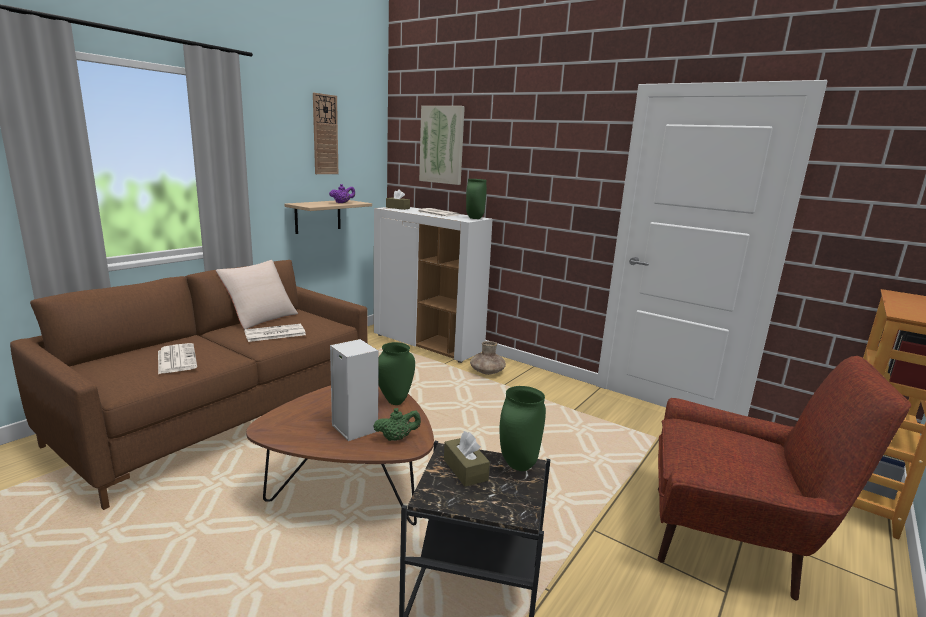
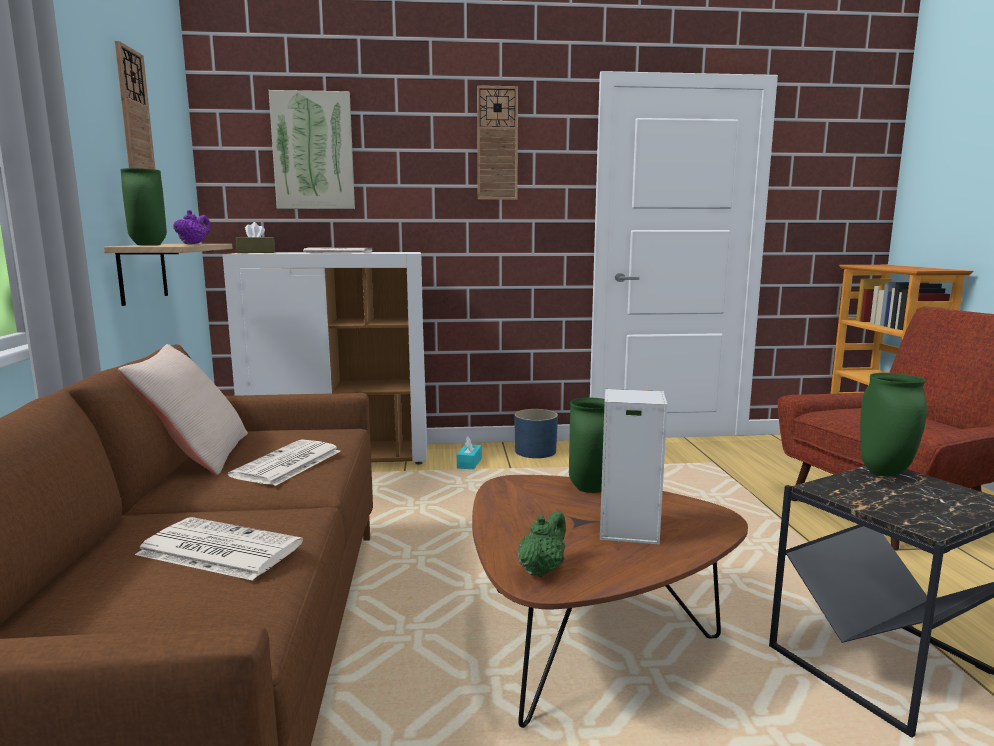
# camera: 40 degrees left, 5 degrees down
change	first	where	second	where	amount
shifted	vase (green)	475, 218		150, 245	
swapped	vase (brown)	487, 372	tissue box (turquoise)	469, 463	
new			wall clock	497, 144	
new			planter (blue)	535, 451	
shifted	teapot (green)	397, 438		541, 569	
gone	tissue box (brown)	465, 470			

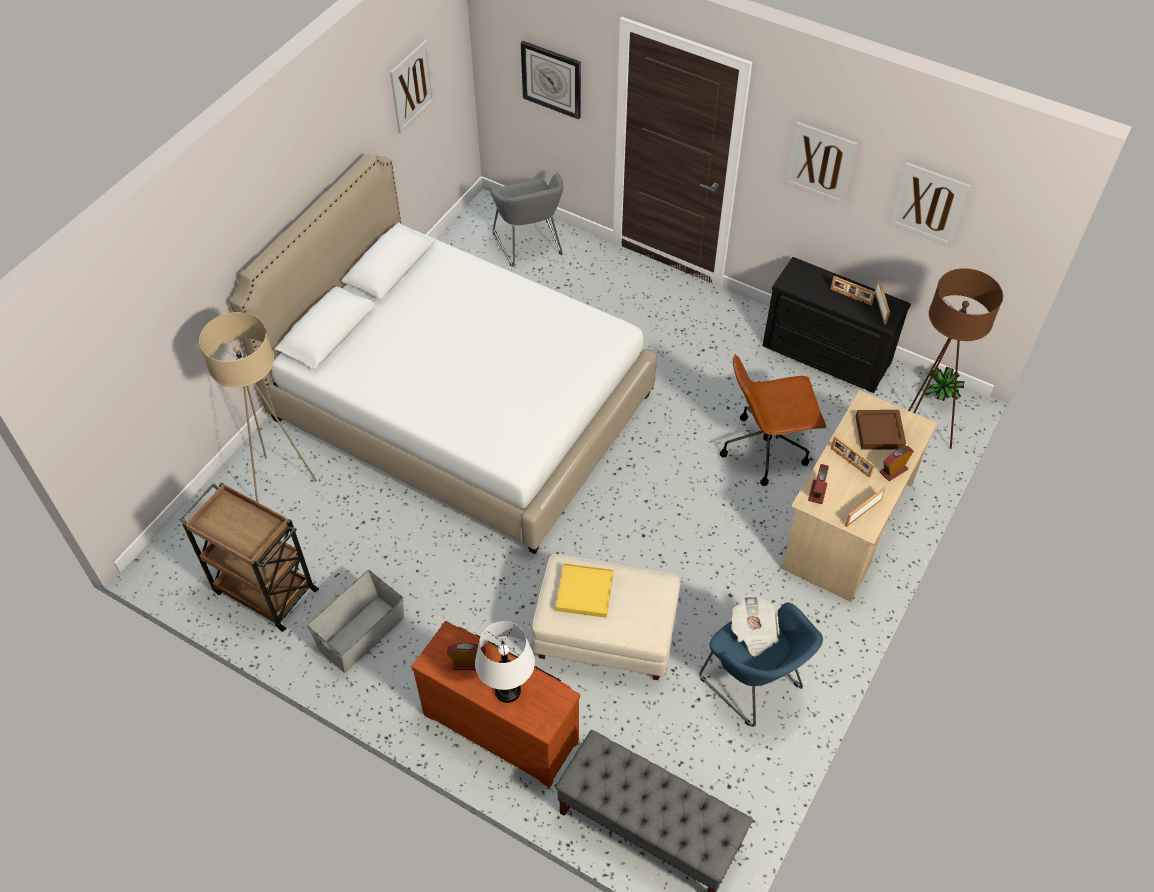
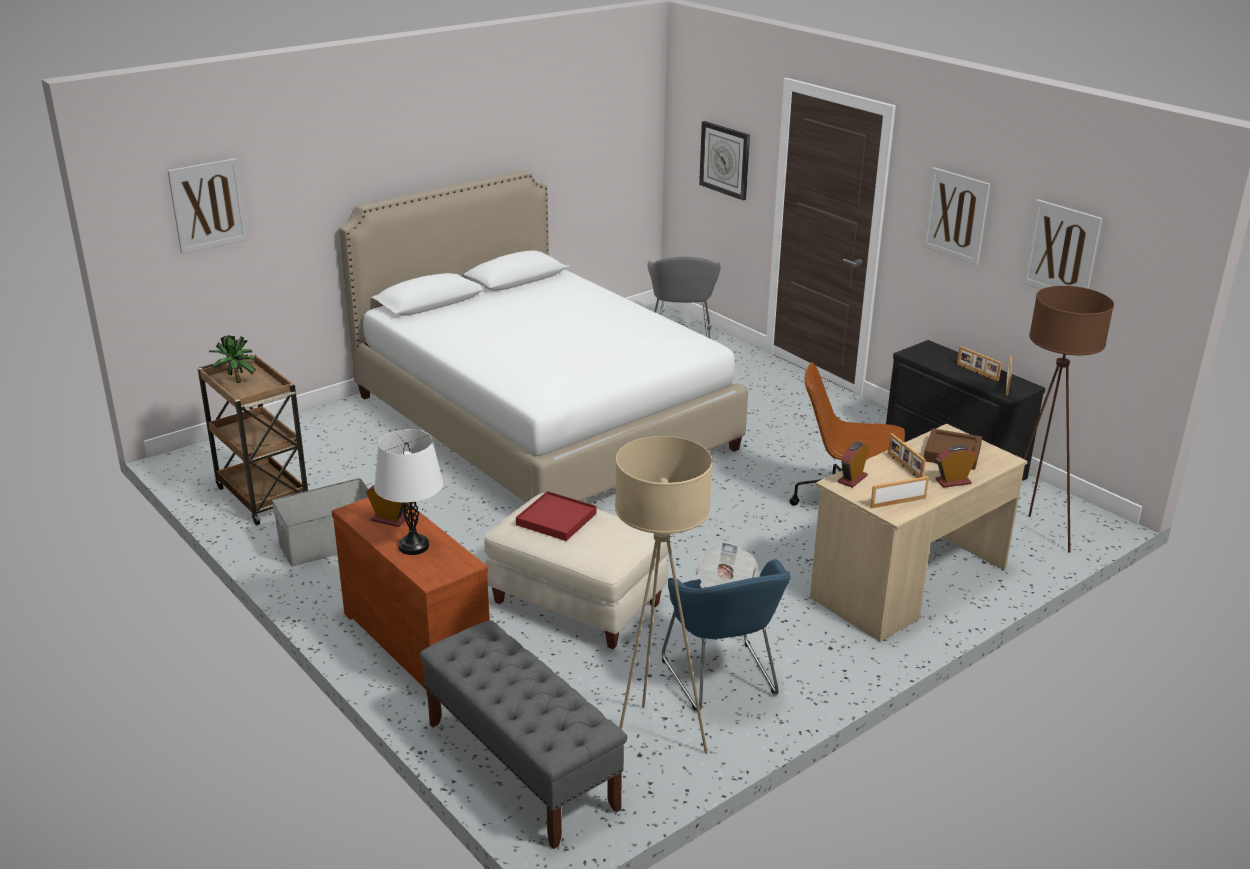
# camera: 20 degrees right, 25 degrees down
change	first	where	second	where	amount
shifted	picture	412, 86		208, 205	
shifted	potted plant	939, 400		235, 383	
repainted	tray (yellow)	585, 592	tray (red)	556, 519	
shifted	floor lamp (beige)	281, 481		655, 740	

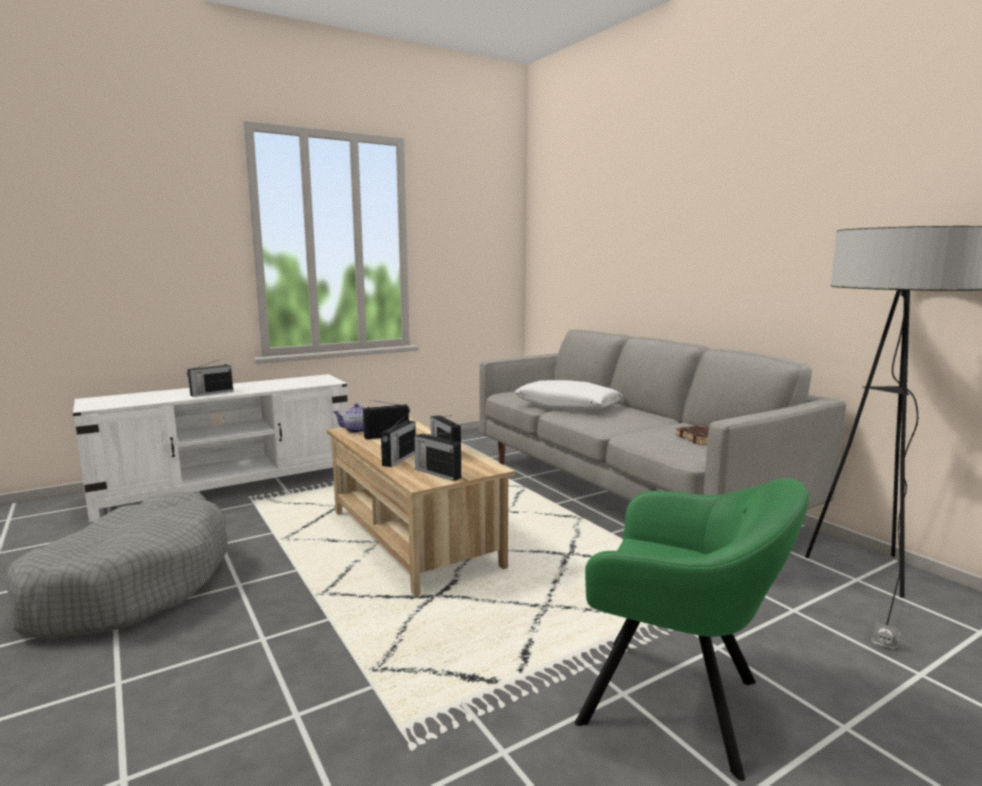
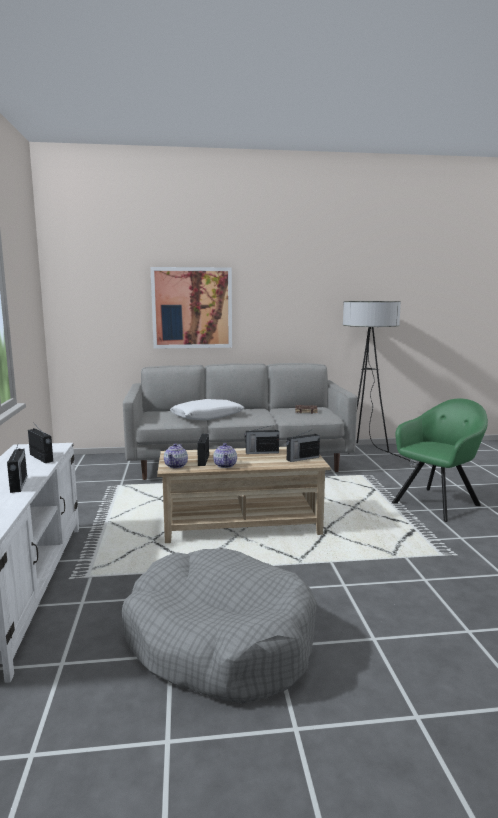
# camera: 65 degrees left, 0 degrees up
change	first	where	second	where	amount
shifted	radio	398, 459		41, 458	
new			picture	192, 308	
new			teapot	225, 465	

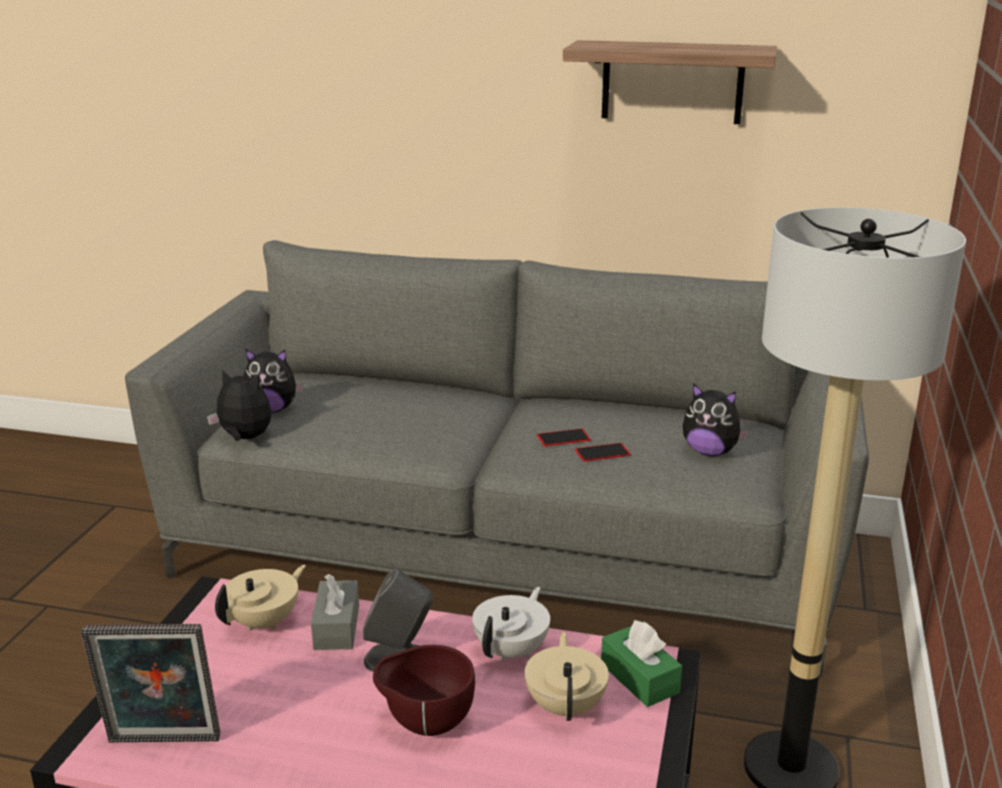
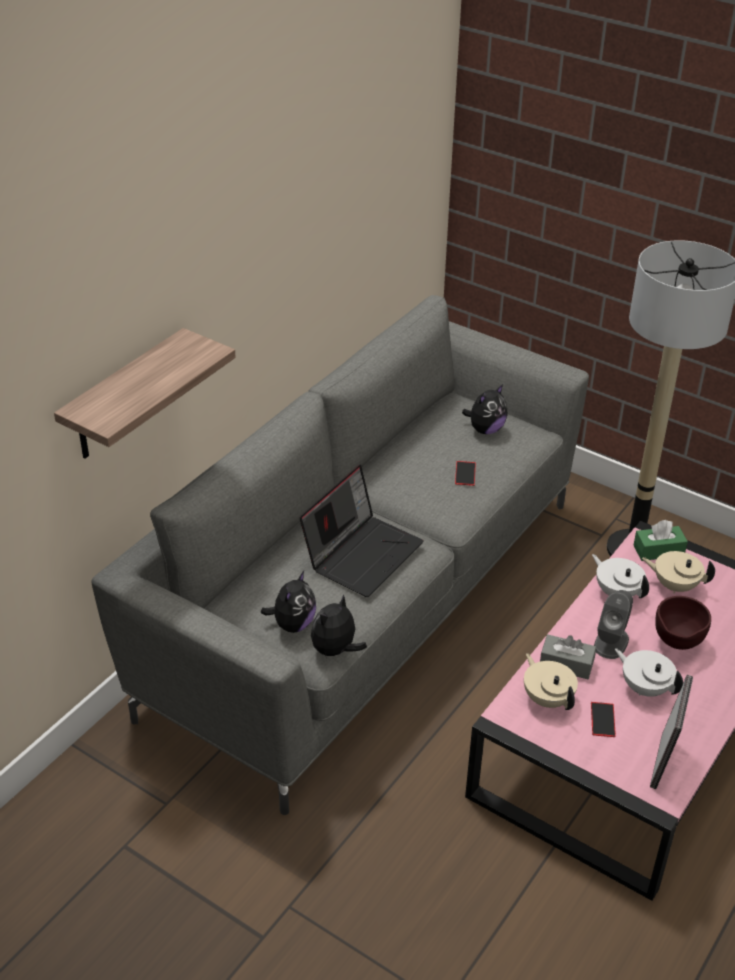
# camera: 70 degrees left, 15 degrees up
change	first	where	second	where	amount
shifted	shelf	672, 82		125, 397	
new			laptop	362, 553	
shifted	phone	563, 438		603, 719	
new			teapot (white)	645, 687	

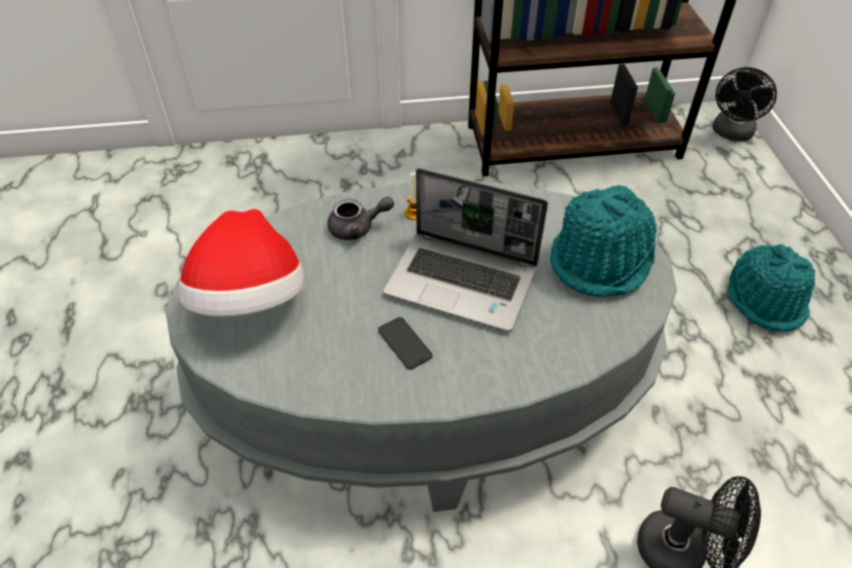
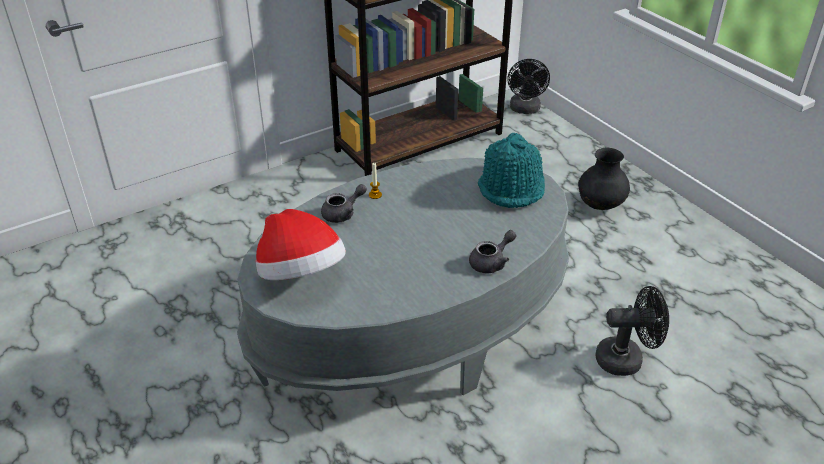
# camera: 25 degrees left, 10 degrees down
change	first	where	second	where	amount
new			teapot (grey)	491, 262	
swapped	hat (turquoise)	766, 299	vase (black)	600, 205	
gone	phone	404, 343			
gone	laptop	464, 281			

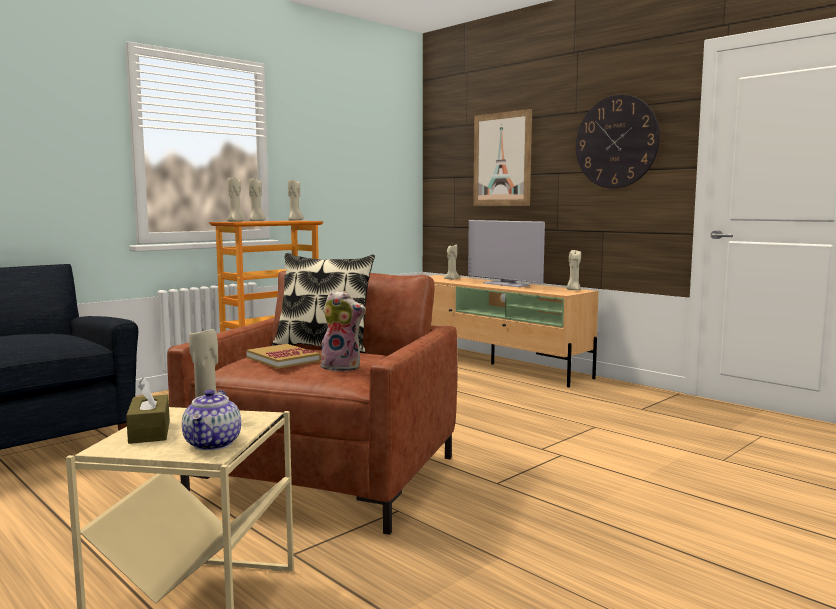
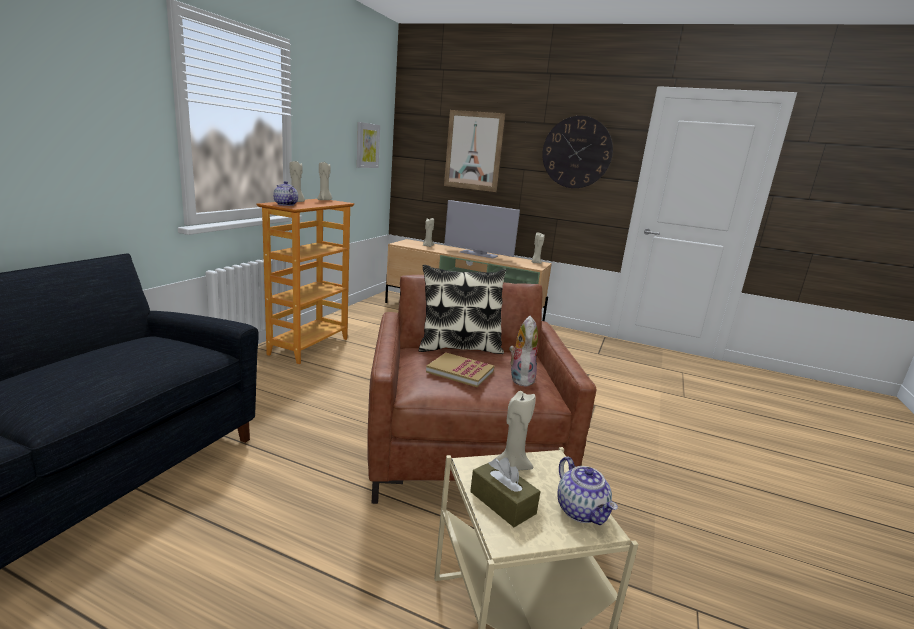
# camera: 25 degrees left, 10 degrees up
change	first	where	second	where	amount
swapped	candle (beige)	236, 221	teapot	285, 204	
new			picture	367, 145	
rotated	plush toy	343, 367		520, 378	75 degrees counterclockwise

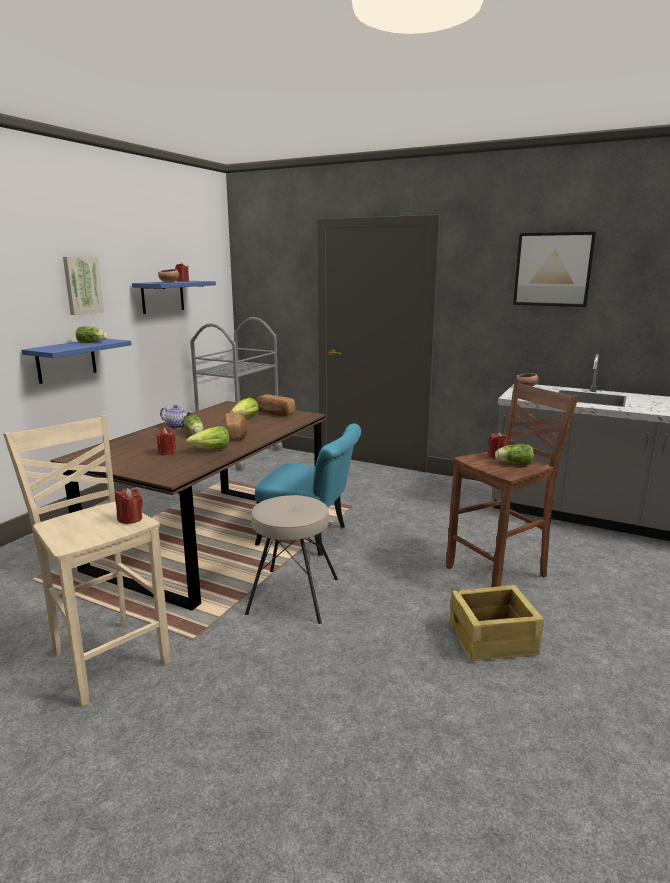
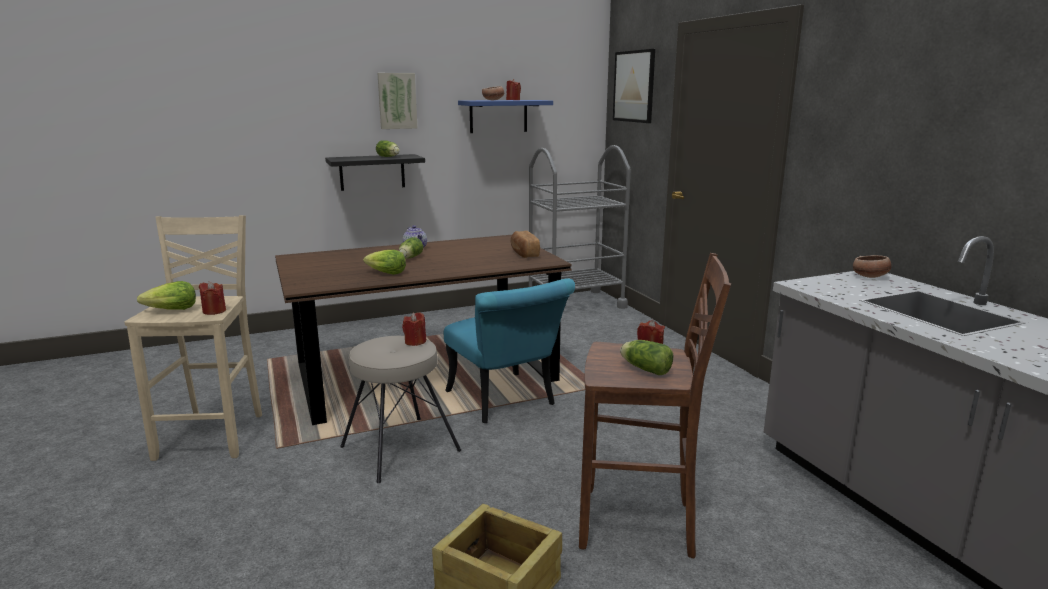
# camera: 40 degrees right, 0 degrees up
change	first	where	second	where	amount
shifted	lettuce	245, 418		171, 310	
repainted	shelf (blue)	66, 360	shelf (black)	372, 172	
shifted	candle (red)	167, 452		415, 342	
shifted	picture	553, 269		634, 86	
gone	bread	236, 435			

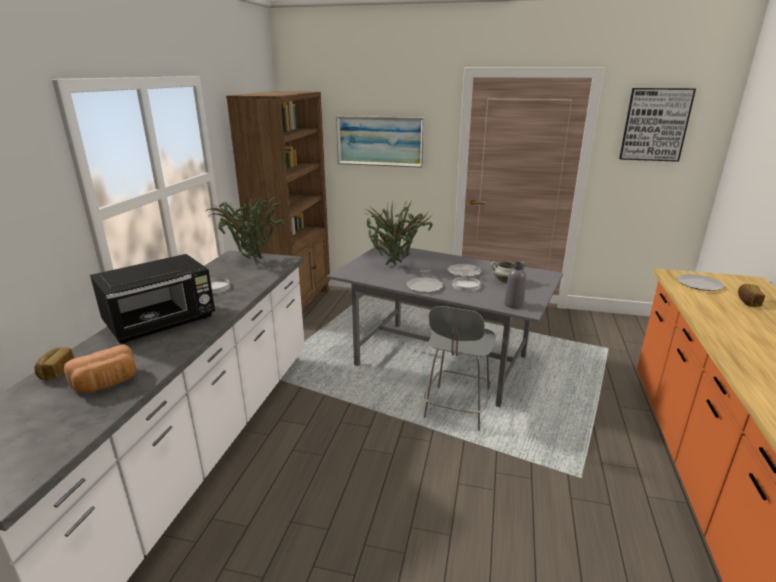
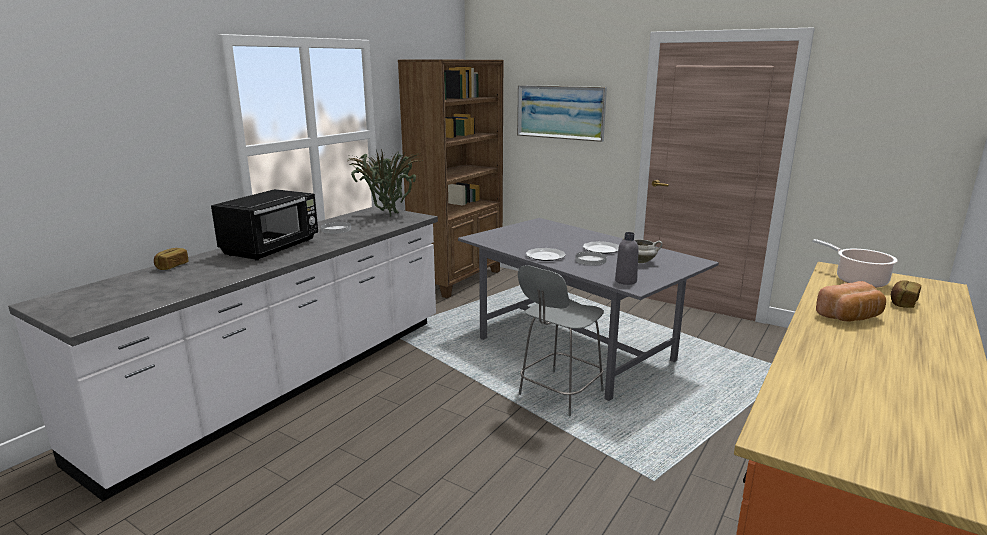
# camera: 20 degrees right, 5 degrees down
change	first	where	second	where	amount
rotated	microwave (black)	162, 323		272, 247	45 degrees counterclockwise
swapped	plate	699, 284	cooking pot	857, 280	
shifted	bread	107, 383		851, 317	
gone	potted plant	396, 267			
gone	picture	655, 125			

